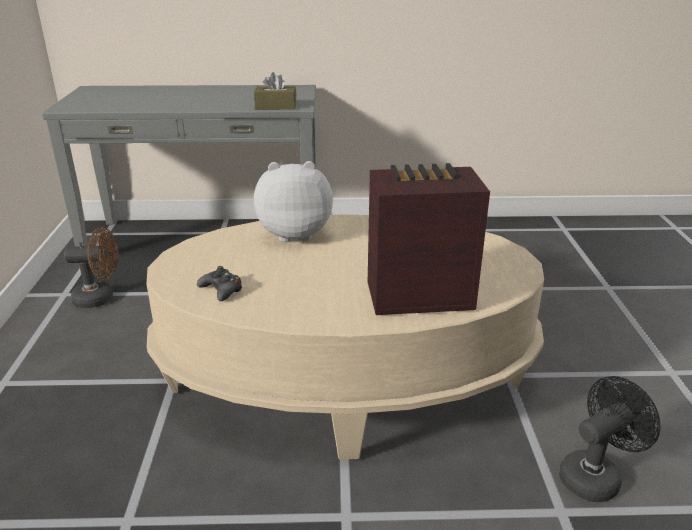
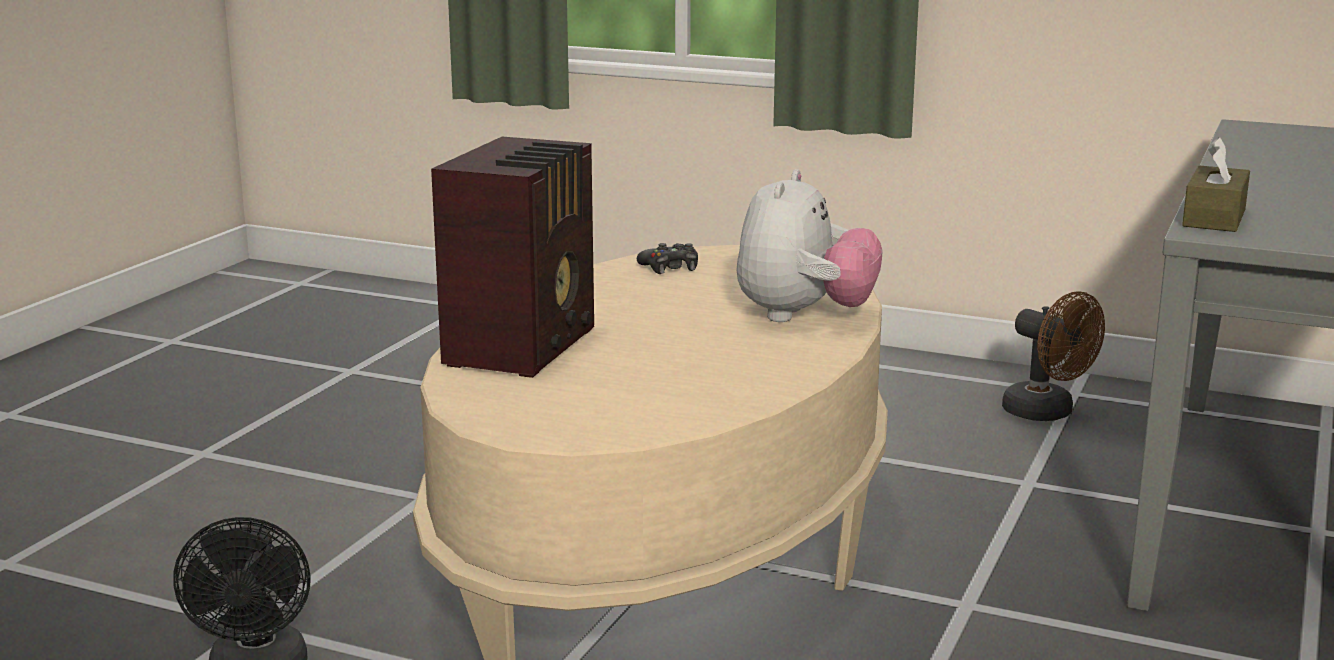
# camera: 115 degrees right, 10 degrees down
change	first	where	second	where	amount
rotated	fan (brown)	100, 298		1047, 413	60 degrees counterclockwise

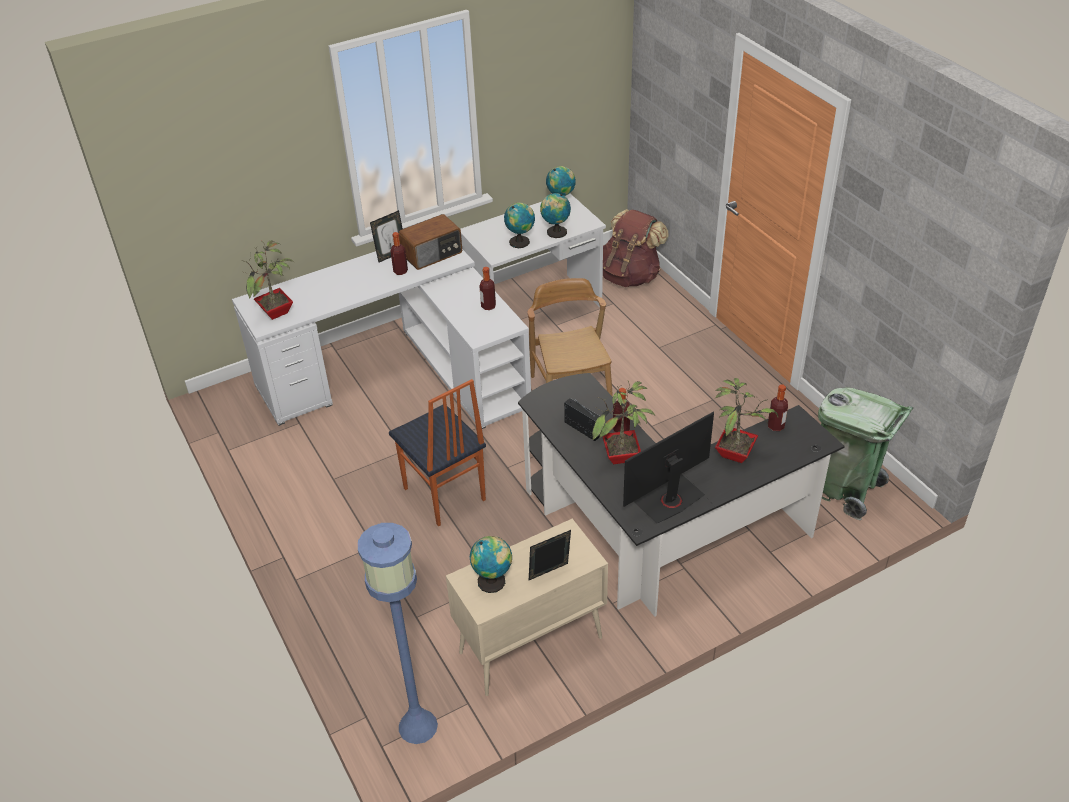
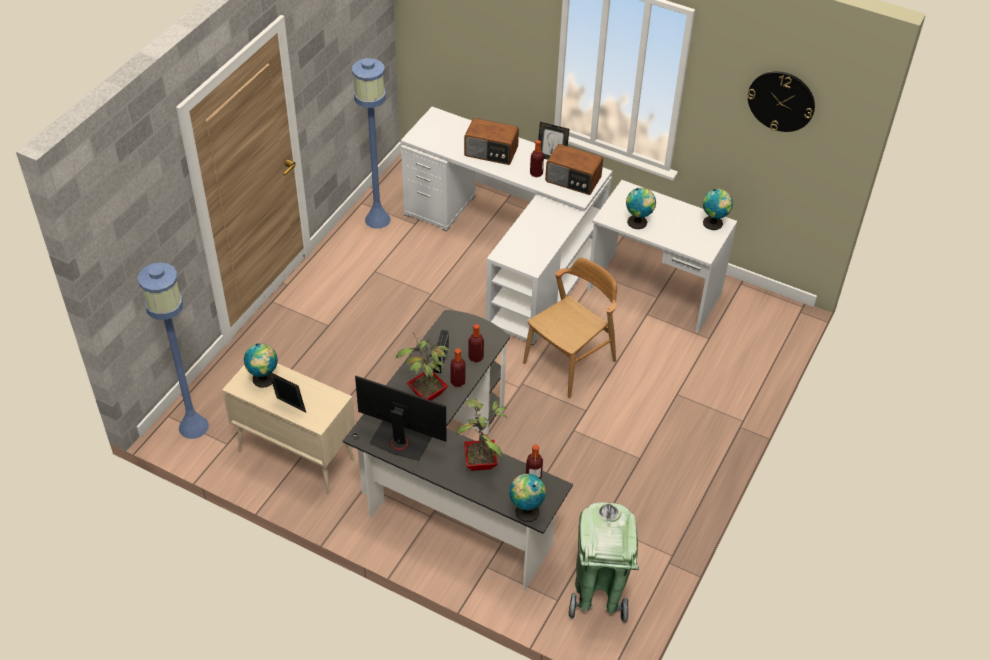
# camera: 55 degrees right, 5 degrees up
change	first	where	second	where	amount
new			floor lamp (blue)	378, 219	
new			radio	491, 152	
shifted	bottle	488, 306		476, 357	
shifted	globe	555, 232		525, 511	
new			wall clock	781, 101	
gone	potted plant	276, 313			
gone	chair	443, 495			
gone	backpack (brown)	630, 276			

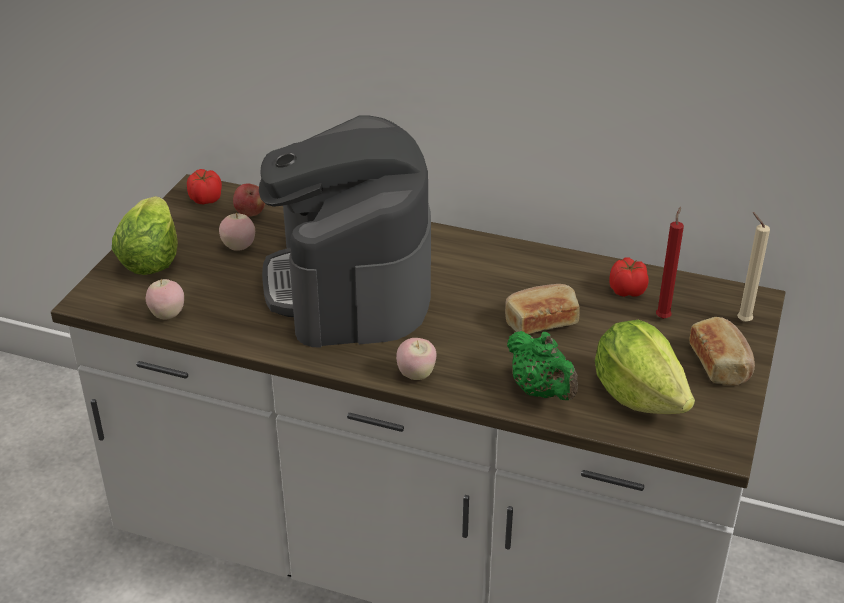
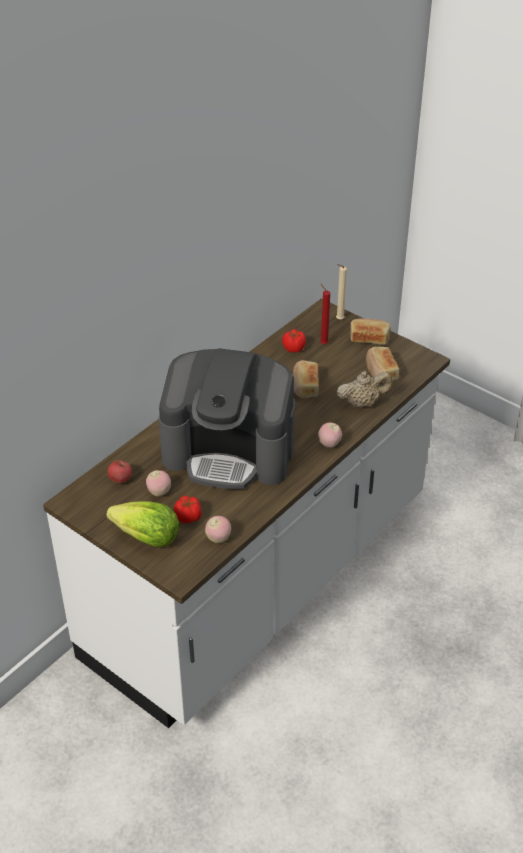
# camera: 70 degrees left, 5 degrees up
change	first	where	second	where	amount
shifted	tomato	205, 200		188, 517	
repainted	teapot (green)	541, 391	teapot (beige)	363, 403	
swapped	lettuce	638, 395	bread	380, 372	

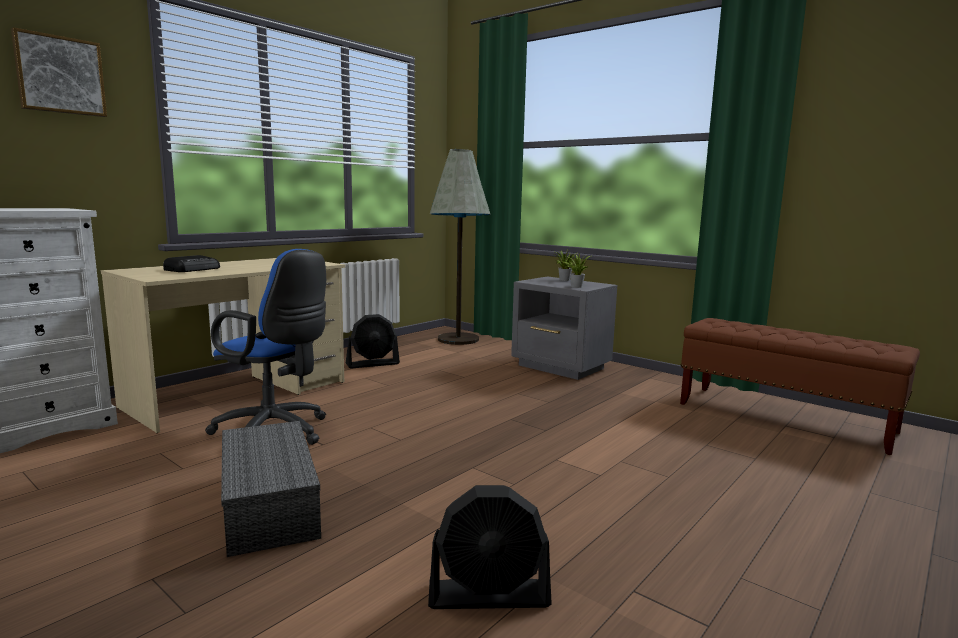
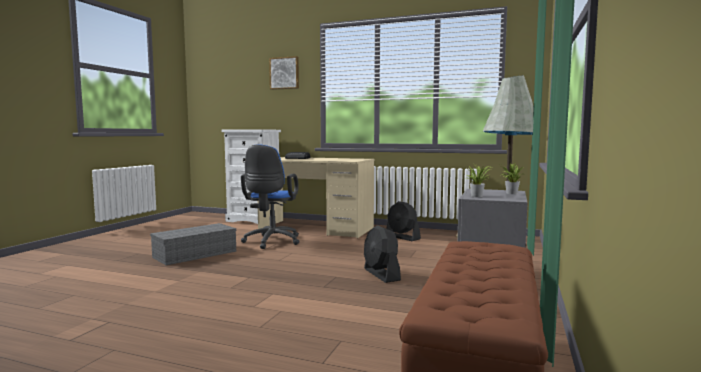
# camera: 70 degrees right, 5 degrees down
change	first	where	second	where	amount
shifted	fan (black)	489, 595		381, 274	

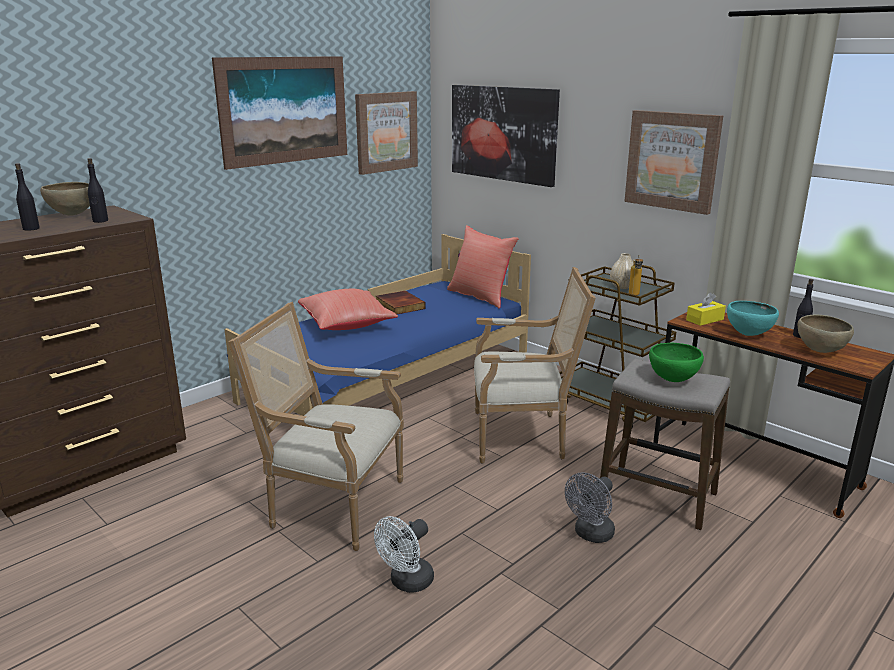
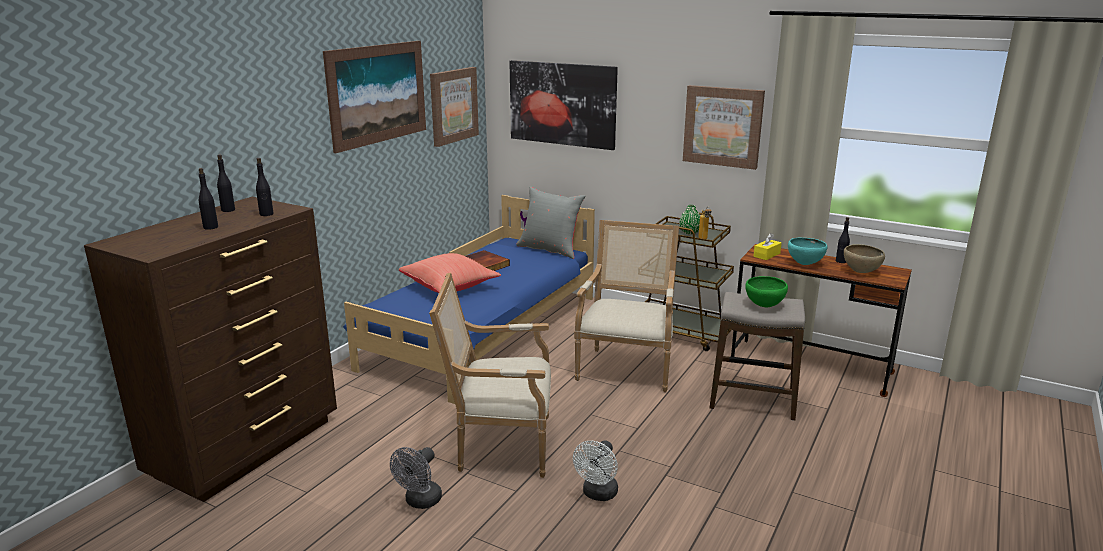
# camera: 15 degrees left, 0 degrees up
change	first	where	second	where	amount
swapped	bowl (brown)	72, 215	bottle (black)	228, 210	
shifted	fan (grey)	590, 535		420, 502	
repainted	pillow (red)	480, 296	pillow (grey)	550, 249	
rotated	armchair	523, 436		627, 367	60 degrees counterclockwise
repainted	vase (beige)	622, 286	vase (green)	689, 232	

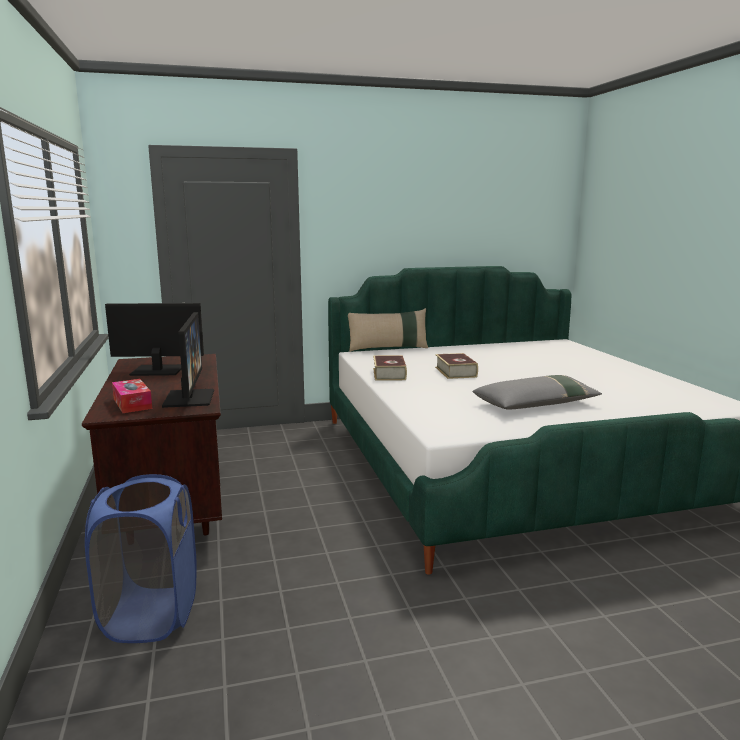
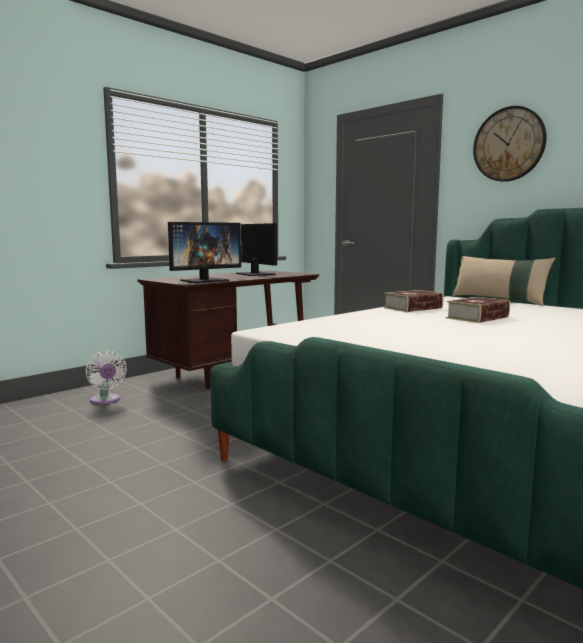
# camera: 60 degrees right, 5 degrees down
change	first	where	second	where	amount
swapped	laundry basket (blue)	151, 615	fan (white)	106, 401	
new			wall clock	509, 144	
gone	tissue box	132, 403			
gone	pillow (grey)	536, 404			

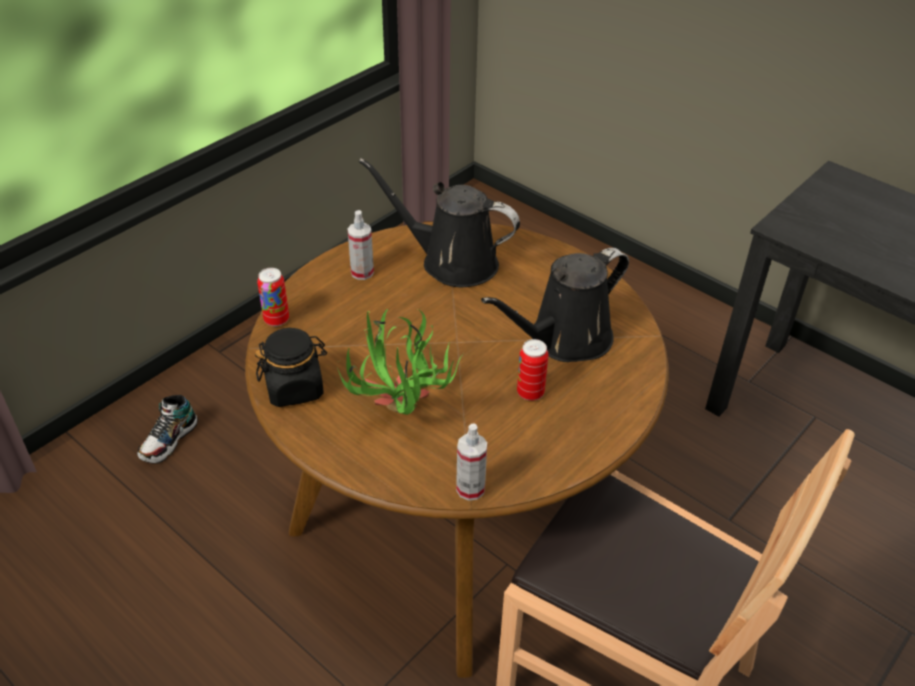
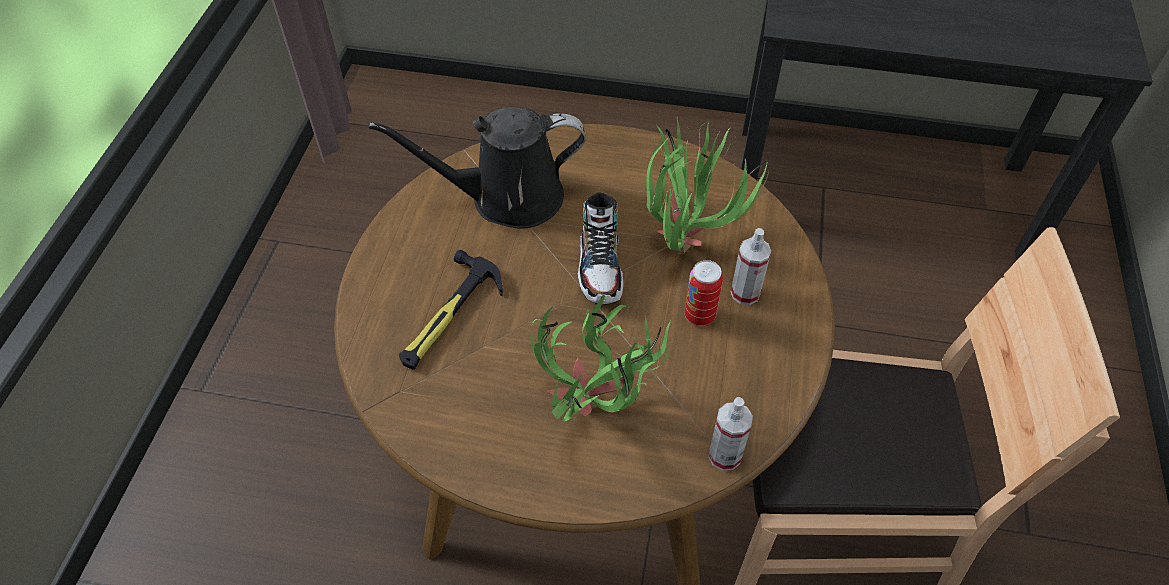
# camera: 30 degrees left, 10 degrees up
change	first	where	second	where	amount
new			hammer	449, 315	
shifted	shoe	169, 440		600, 266	
swapped	watering can (black)	564, 340	potted plant	686, 238	
shifted	spray bottle	362, 272		745, 293	
gone	jar (black)	295, 388			
gone	can	276, 320			

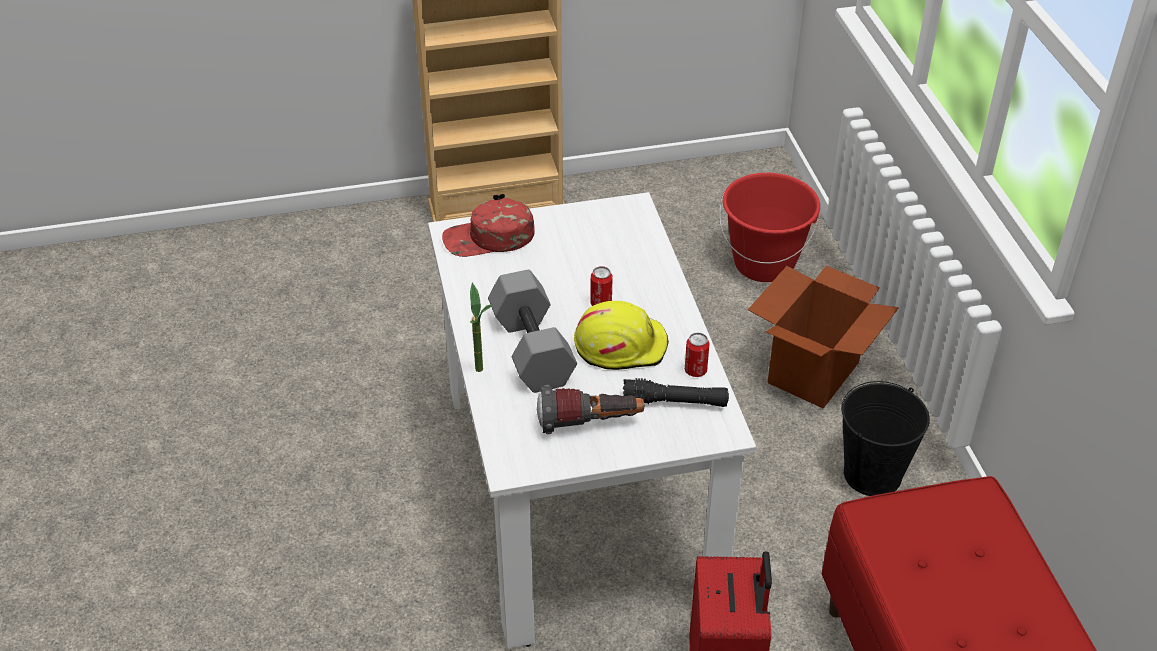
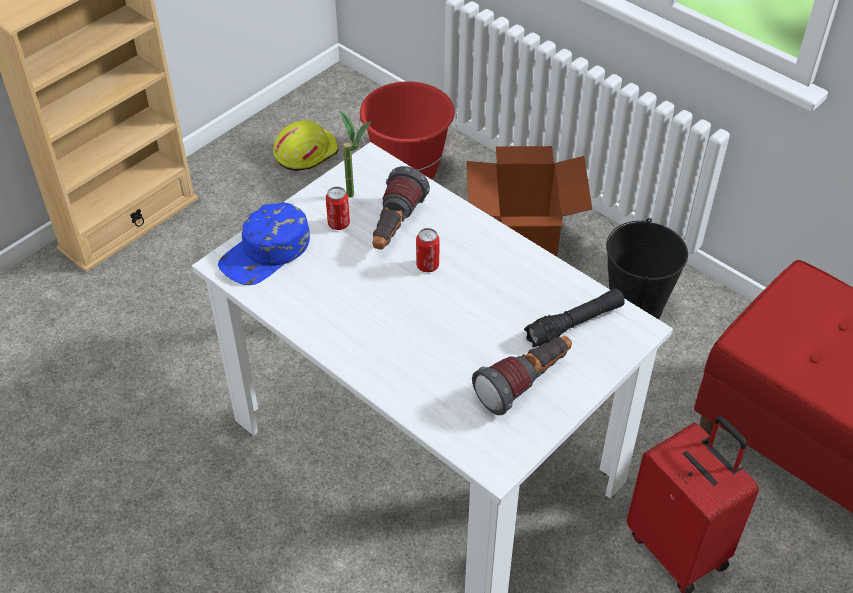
# camera: 35 degrees left, 5 degrees up
change	first	where	second	where	amount
repainted	cap (red)	489, 238	cap (blue)	266, 252	
shifted	hard hat (yellow)	620, 345		305, 152	
shifted	can	695, 370		338, 224	
shifted	potted plant	483, 374		357, 197	
new			flashlight	395, 228	
gone	dumbbell (grey)	529, 349			

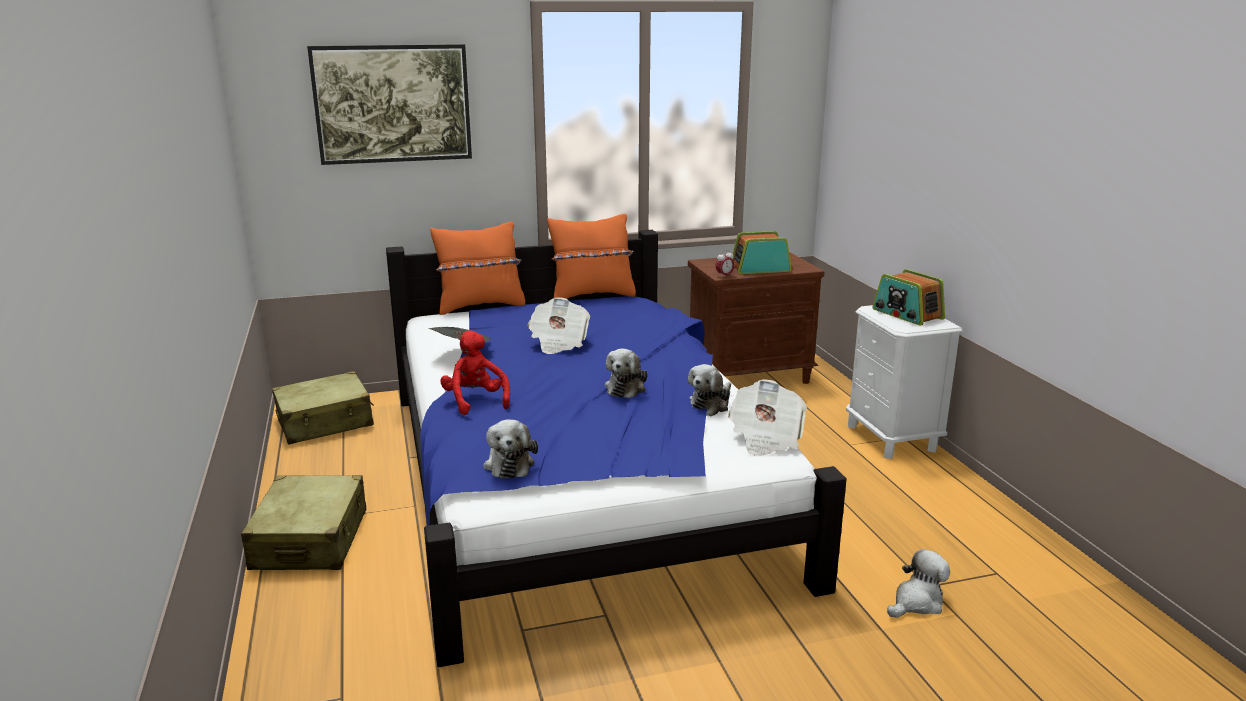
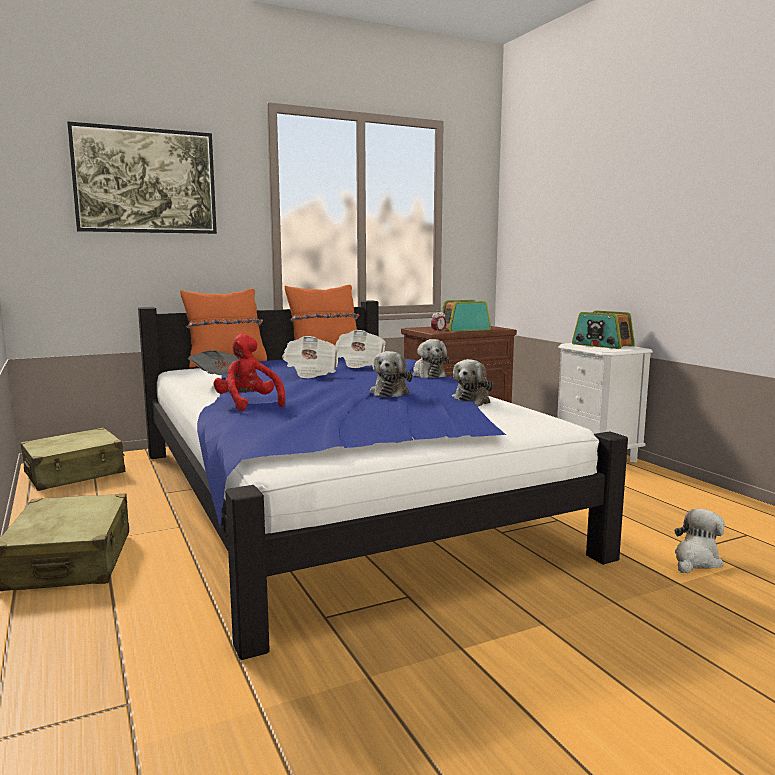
# camera: 10 degrees left, 10 degrees down
change	first	where	second	where	amount
shifted	newspaper	765, 438		359, 363	
shifted	plush toy	509, 464		428, 374	

